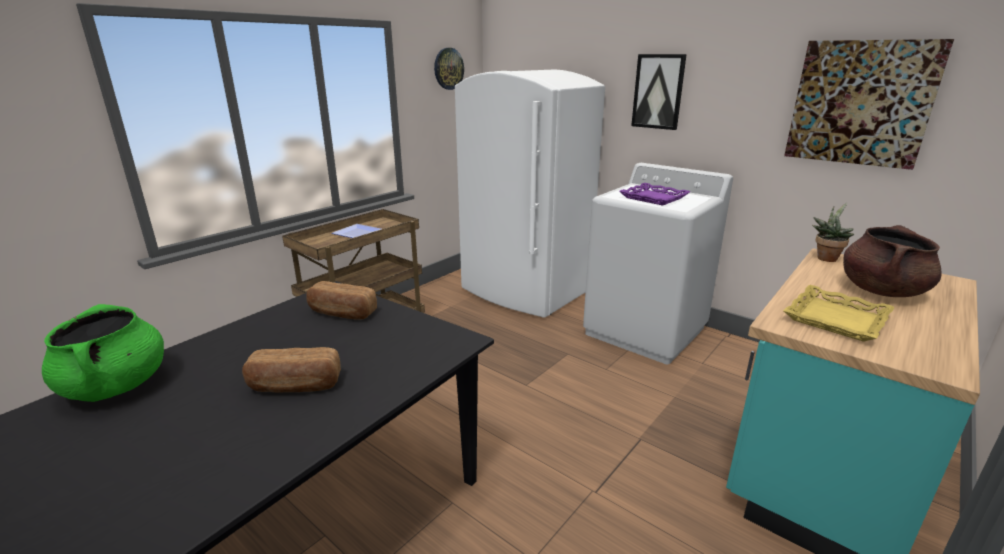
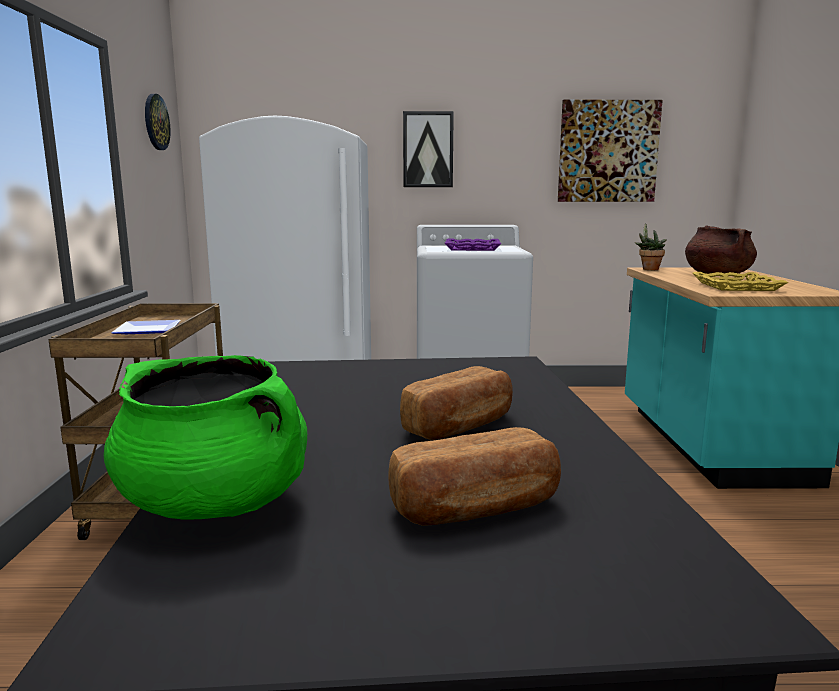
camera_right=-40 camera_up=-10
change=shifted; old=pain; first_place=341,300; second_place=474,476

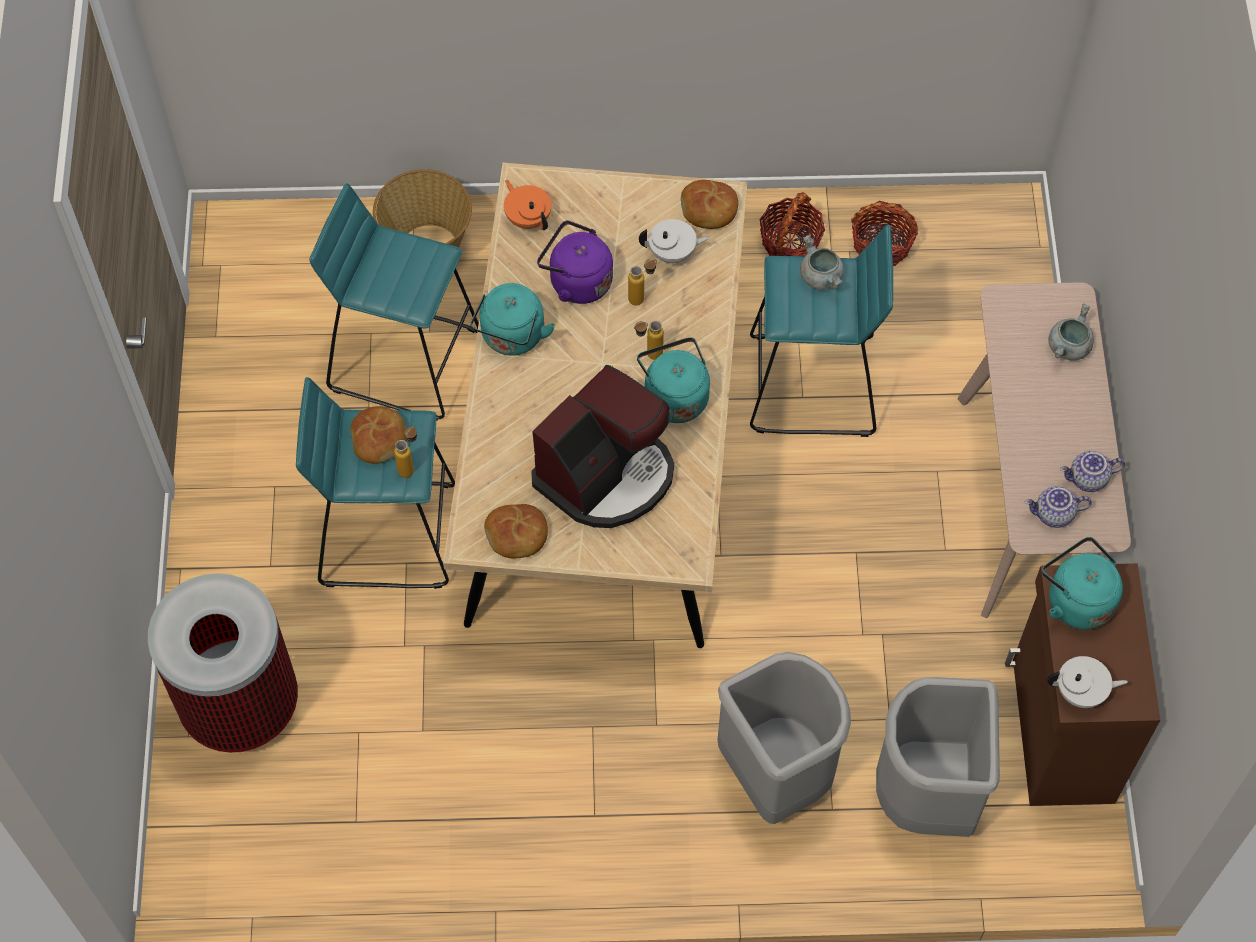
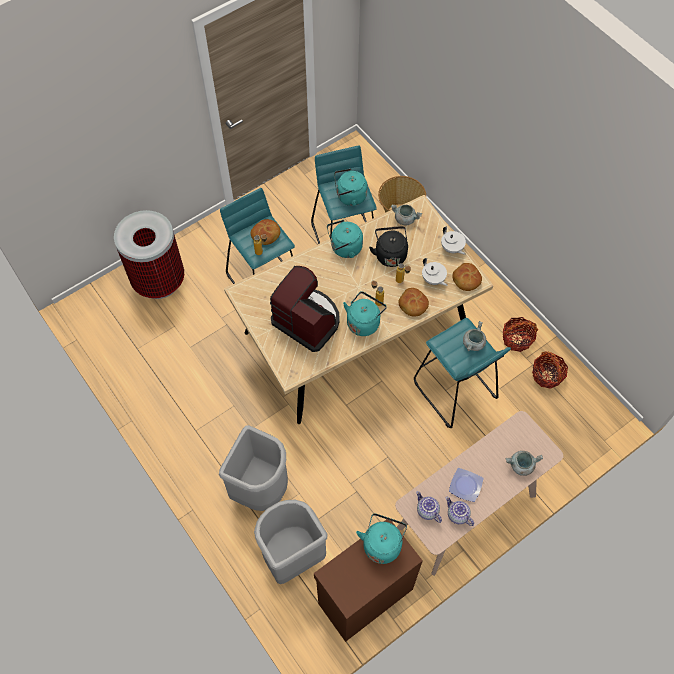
camera_right=55 camera_up=0
change=shifted; old=pain; first_place=516,531; second_place=413,302
change=swapped; old=théière [orange]; new=marmite [gris]; first_place=527,205; second_place=406,215
change=rotated; old=machine à café; first_place=602,446; second_place=305,309; degrees=-150
change=repainted; old=bouilloire [violet]; new=bouilloire [noir]; first_place=575,262; second_place=388,246
change=shifted; old=théière [blanc]; first_place=1087,682; second_place=453,241
change=new; new=bouilloire [turquoise]; second_place=351,187
change=new; new=assiette; second_place=466,485

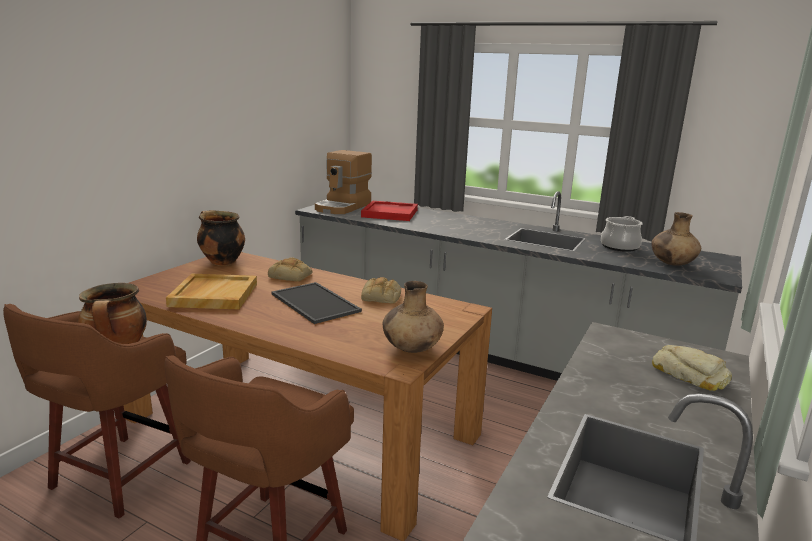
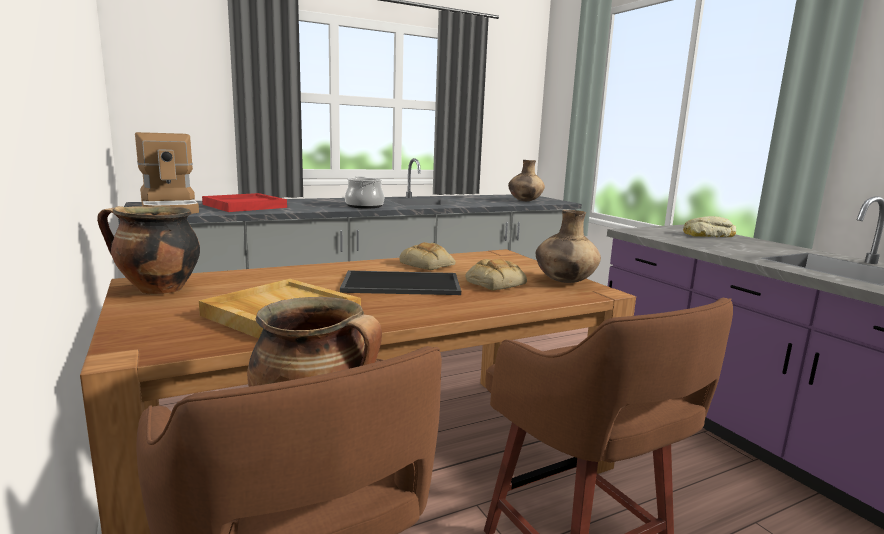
camera_right=-55 camera_up=-5
change=shifted; old=pain; first_place=290,269; second_place=496,275
change=shifted; old=marmite; first_place=622,234; second_place=364,192

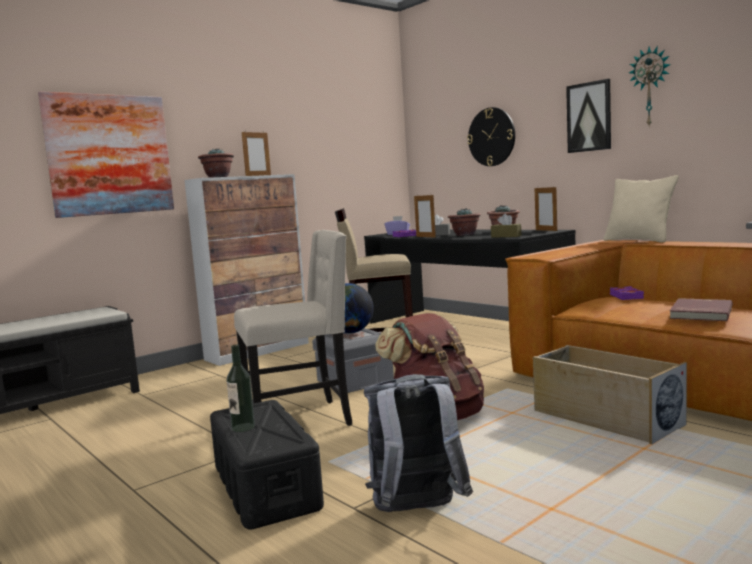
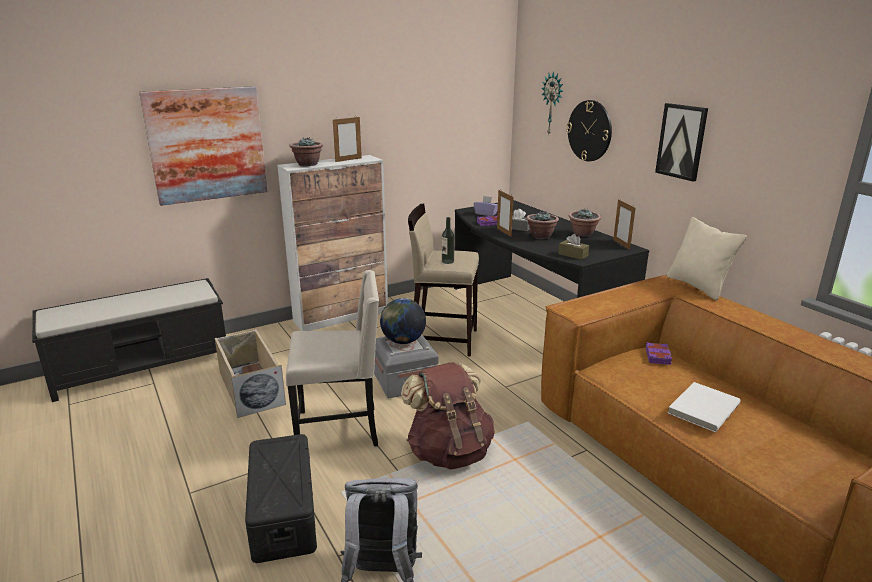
camera_right=10 camera_up=15
change=shifted; old=bouteille; first_place=241,388; second_place=448,240
change=shifted; old=boîte de rangement [beige]; first_place=610,394; second_place=250,373
change=shifted; old=horloge murale; first_place=650,86; second_place=552,102
change=repainted; old=livre [rouge]; new=livre [blanc]; first_place=701,309; second_place=704,407

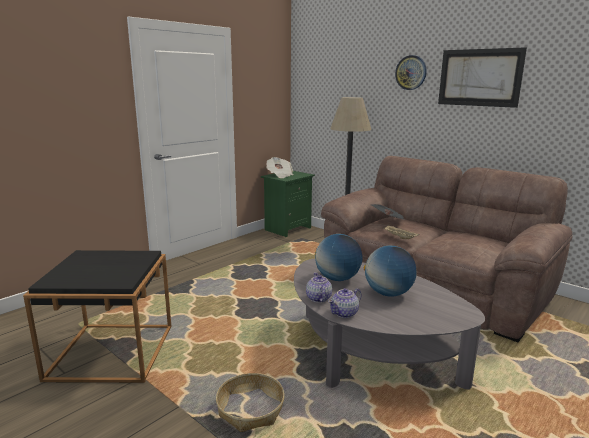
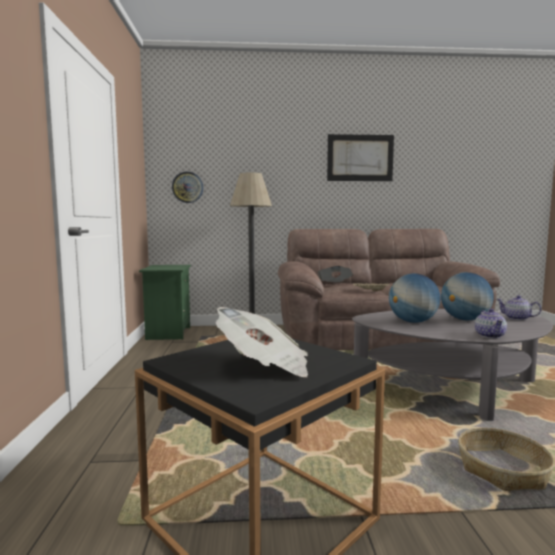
camera_right=-45 camera_up=-10
change=shifted; old=journal; first_place=279,167; second_place=262,342
change=shifted; old=théière; first_place=319,287; second_place=519,307
change=shifted; old=horloge murale; first_place=411,72; second_place=187,187

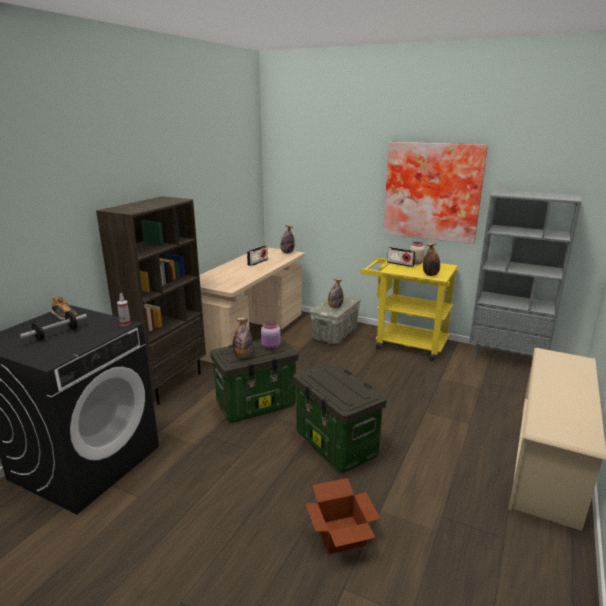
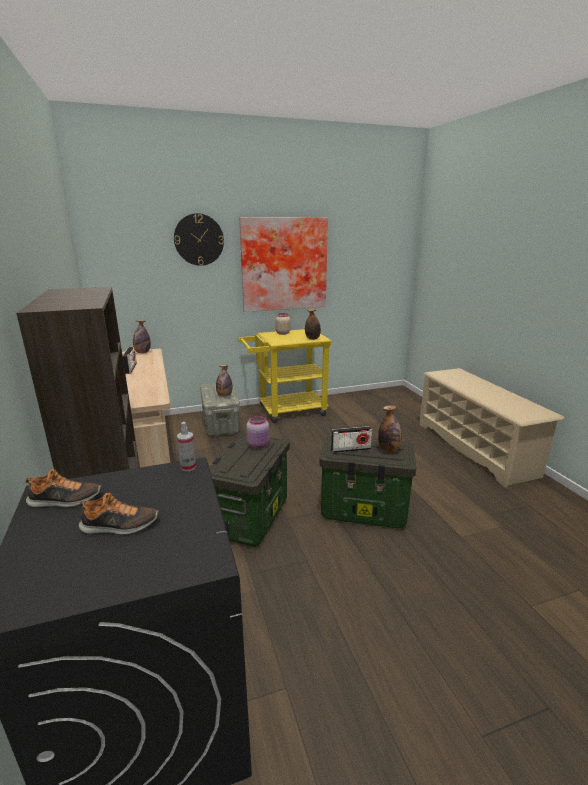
camera_right=-45 camera_up=0
change=swapped; old=haltère; new=chaussure; first_place=53,325; second_place=119,514
change=shifted; old=bouteille; first_place=243,337; second_place=390,428
change=gone; old=carton; first_place=342,516
change=shifted; old=radio; first_place=401,257; second_place=352,439
change=gone; old=bibliothèque [gris]; first_place=525,274
change=new; new=horloge murale; second_place=199,239

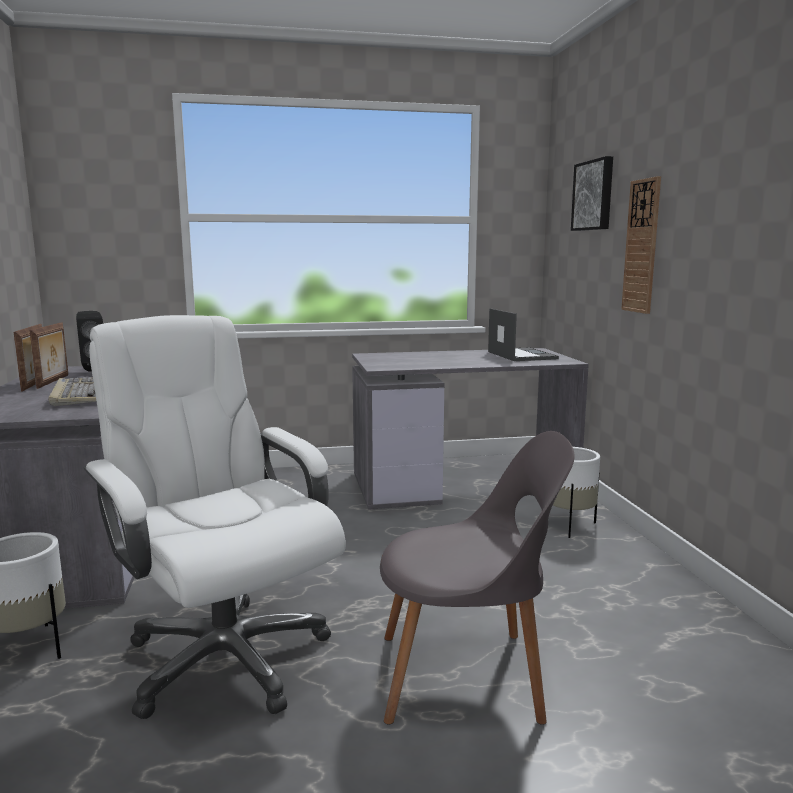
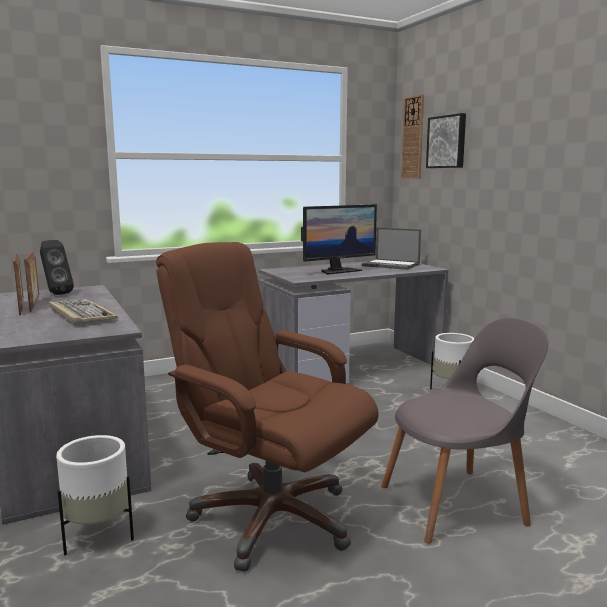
camera_right=-15 camera_up=0
change=repainted; old=chaise de bureau [blanc]; new=chaise de bureau [marron]; first_place=214,517; second_place=267,407
change=rotated; old=ordinateur portable; first_place=523,334; second_place=391,249; degrees=150
change=shifted; old=horloge murale; first_place=641,245; second_place=412,136
change=new; new=écran d'ordinateur; second_place=339,239

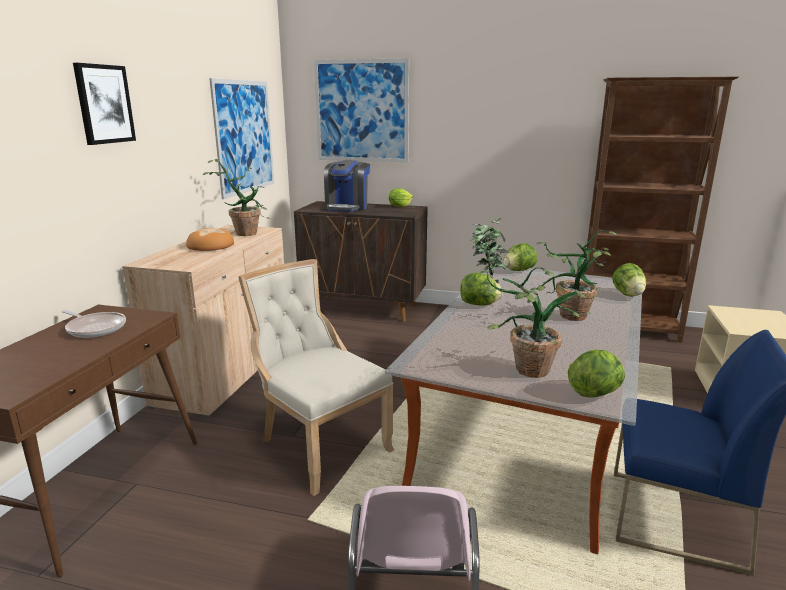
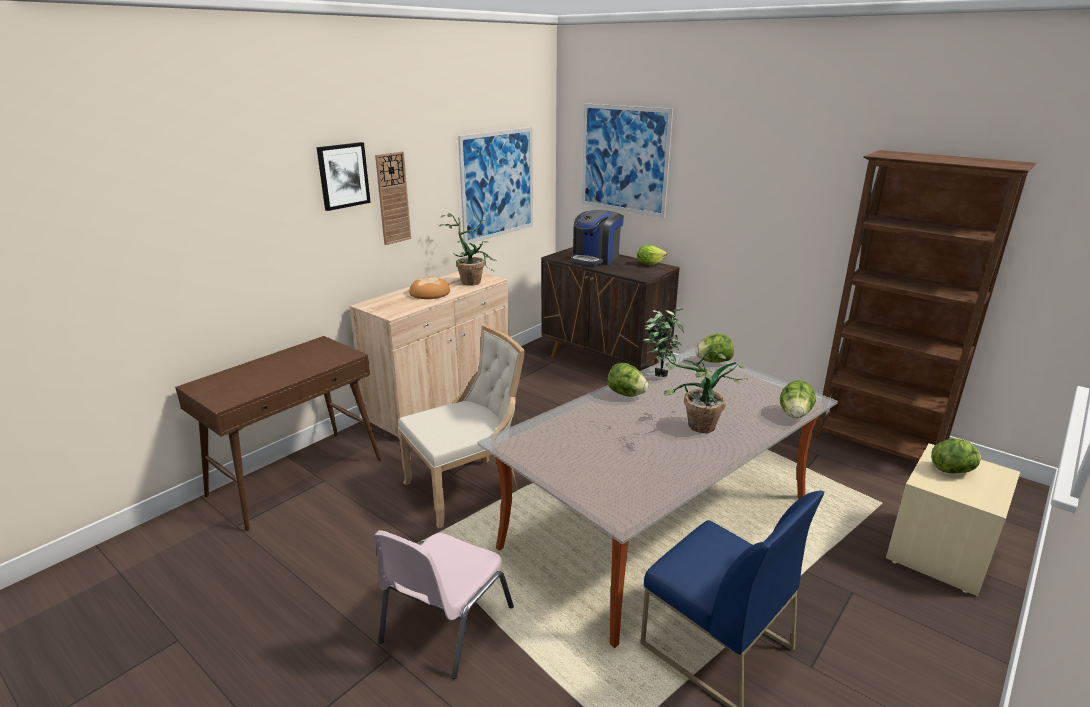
camera_right=25 camera_up=5
change=gone; old=poêle; first_place=93,324
change=rotated; old=chaise [beige]; first_place=316,377; second_place=461,426; degrees=75
change=gone; old=plante en pot; first_place=535,322
change=shifted; old=laitue; first_place=596,373; second_place=956,456
change=new; new=horloge murale; second_place=393,198

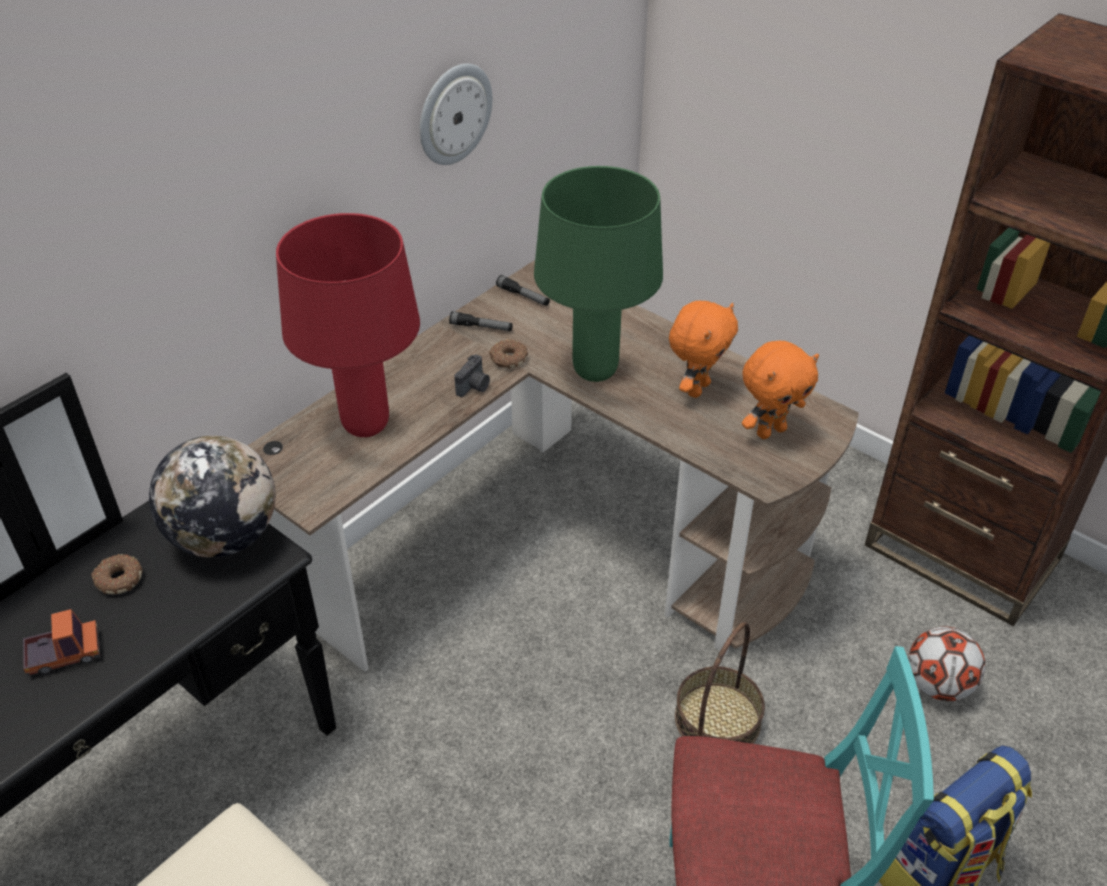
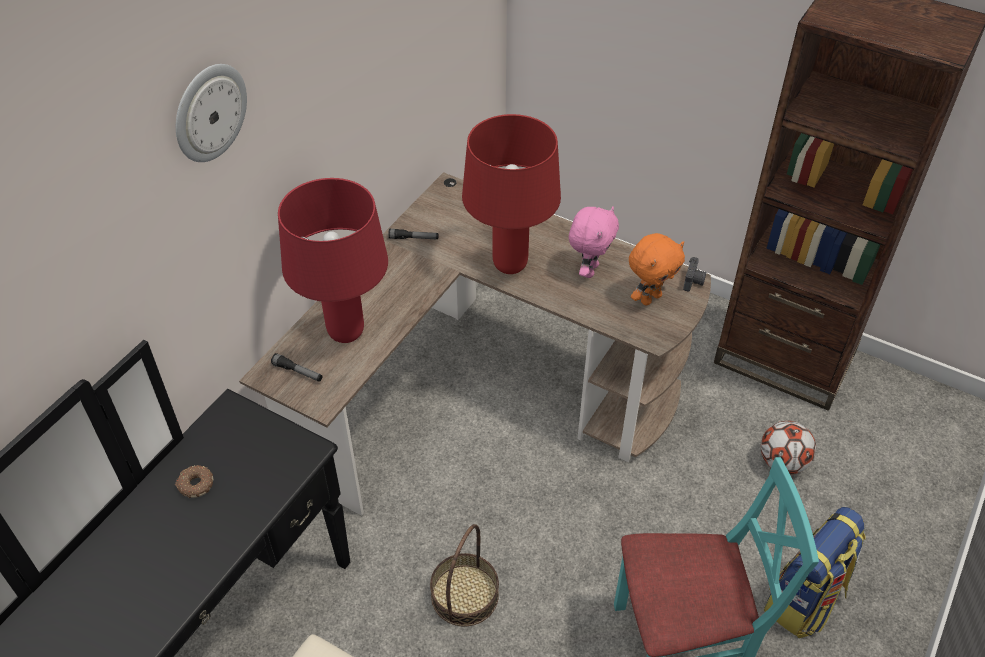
camera_right=-10 camera_up=5
change=gone; old=camion jouet; first_place=61,642
change=gone; old=globe; first_place=212,497
change=shifted; old=horloge murale; first_place=456,114; second_place=211,113
change=shifted; old=appareil photo; first_place=472,376; second_place=694,274
change=gone; old=beignet; first_place=508,354
change=shifted; old=lampe de poche; first_place=523,290; second_place=297,367
change=repainted; old=lampe de table [vert]; new=lampe de table [rouge]; first_place=598,274; second_place=511,194
change=repainted; old=peluche [orange]; new=peluche [rose]; first_place=703,349; second_place=594,242
change=shifted; old=panier; first_place=720,683; second_place=464,575

